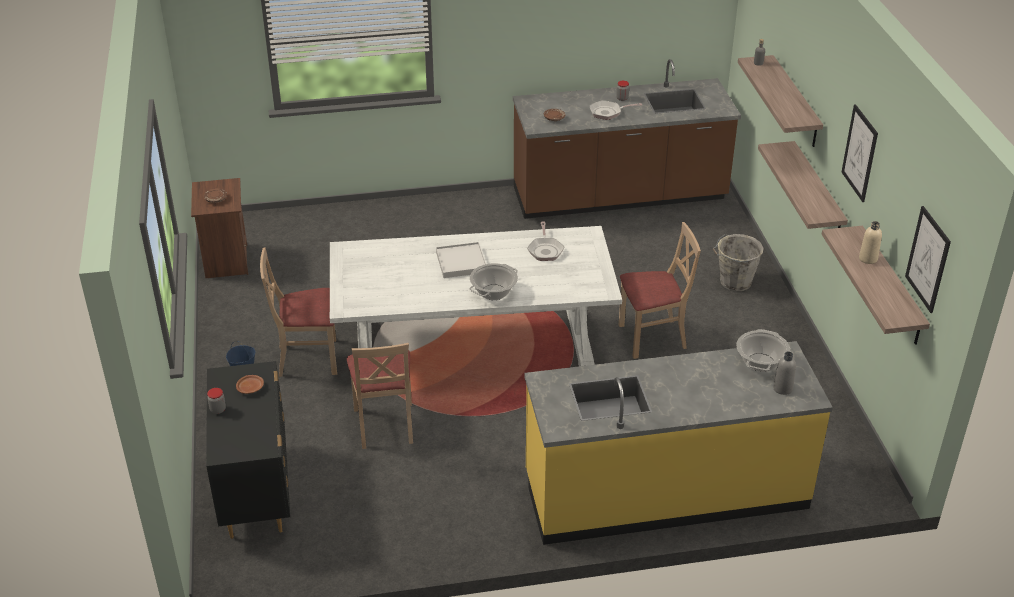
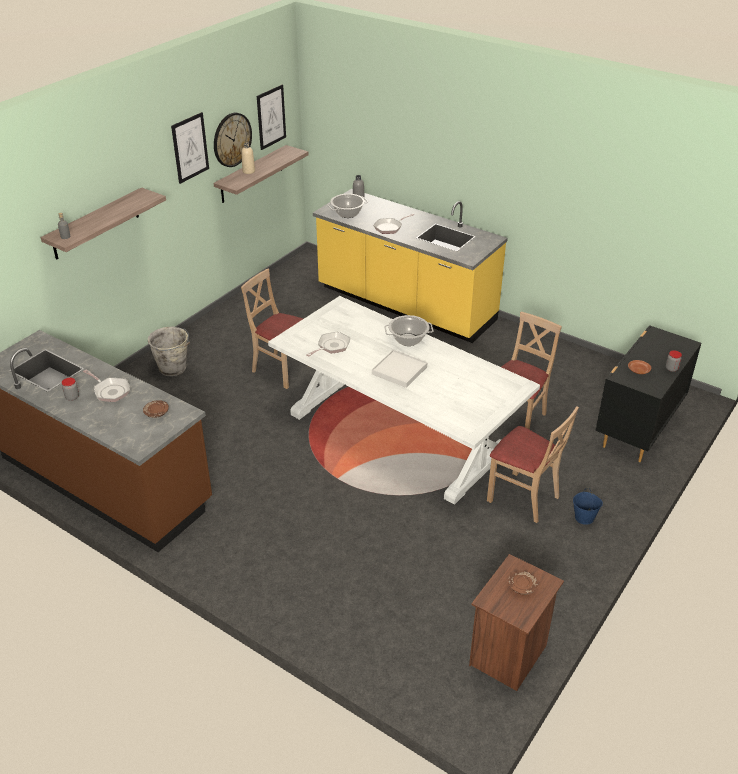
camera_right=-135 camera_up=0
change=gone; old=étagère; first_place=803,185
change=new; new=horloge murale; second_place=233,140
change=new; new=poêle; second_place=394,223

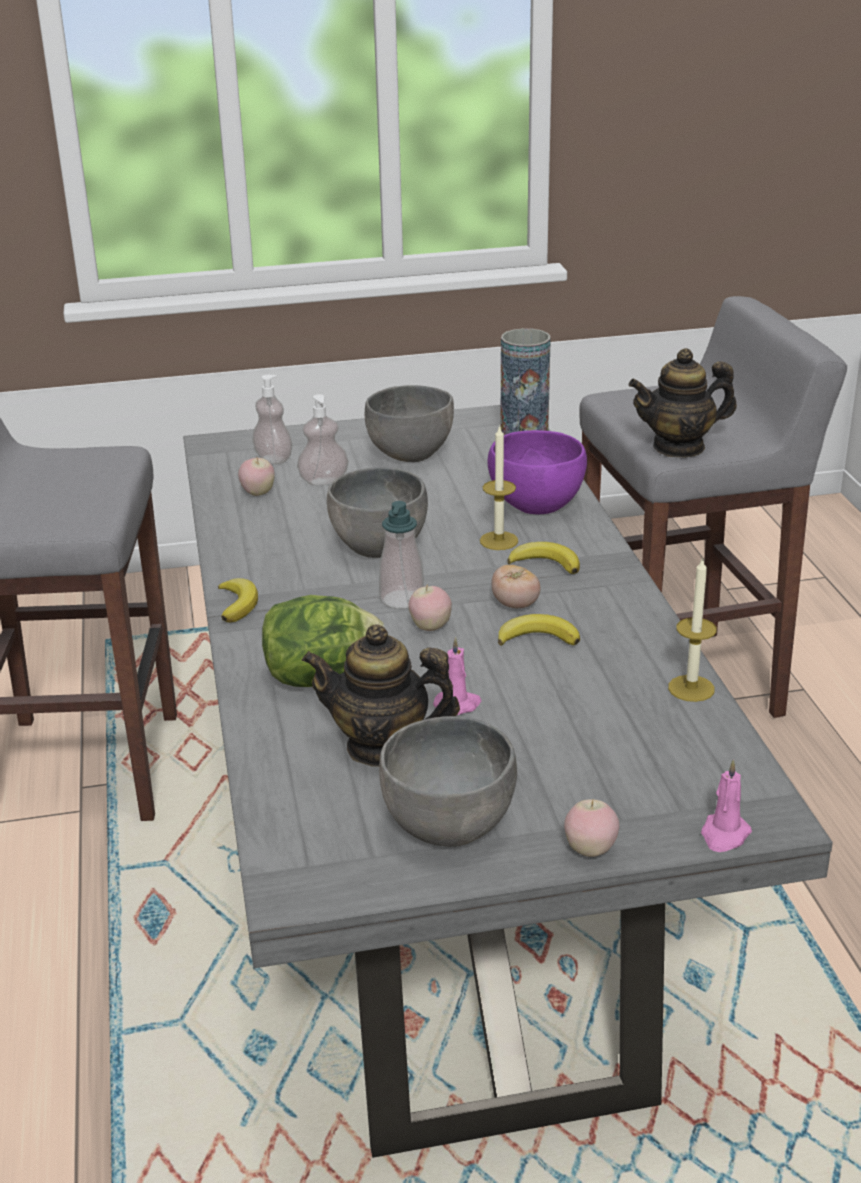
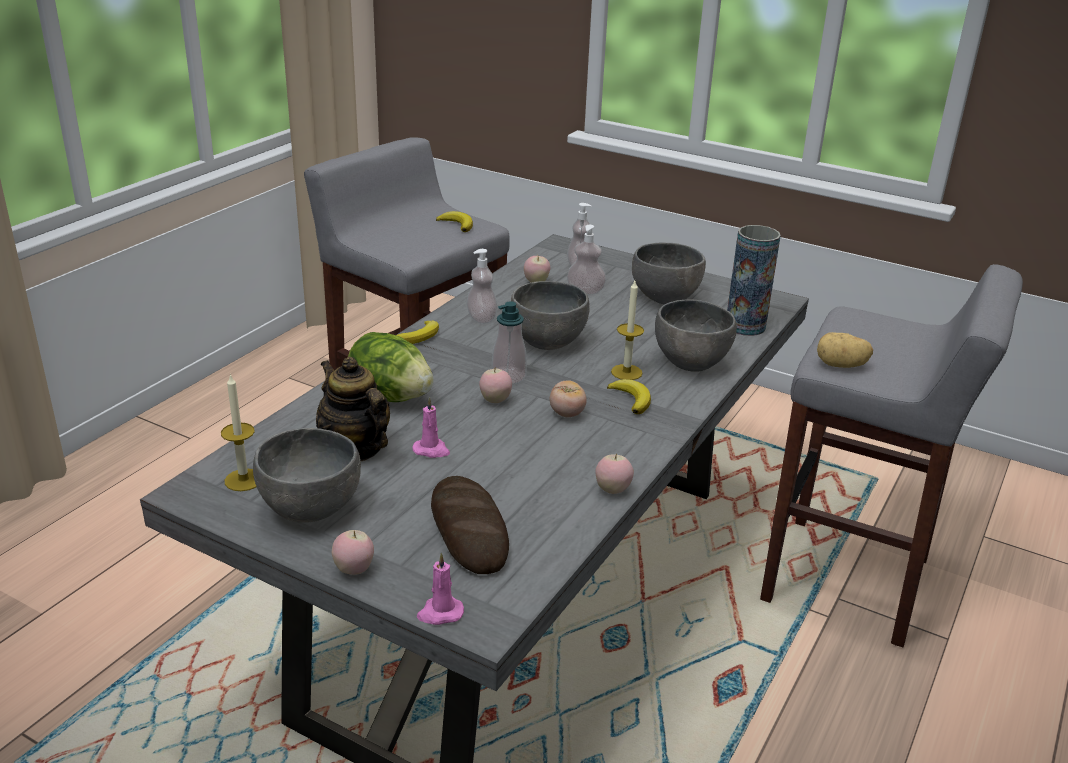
camera_right=40 camera_up=0
change=repainted; old=bol [violet]; new=bol [gris]; first_place=537,472; second_place=696,336
change=shifted; old=banane; first_place=539,630; second_place=454,221
change=swapped; old=théière; new=pomme de terre; first_place=683,403; second_place=845,350
change=shifted; old=bougie; first_place=692,629; second_place=238,432
change=new; new=pain; second_place=470,525
change=new; new=distributeur de savon; second_place=482,286
change=new; new=pomme; second_place=614,473

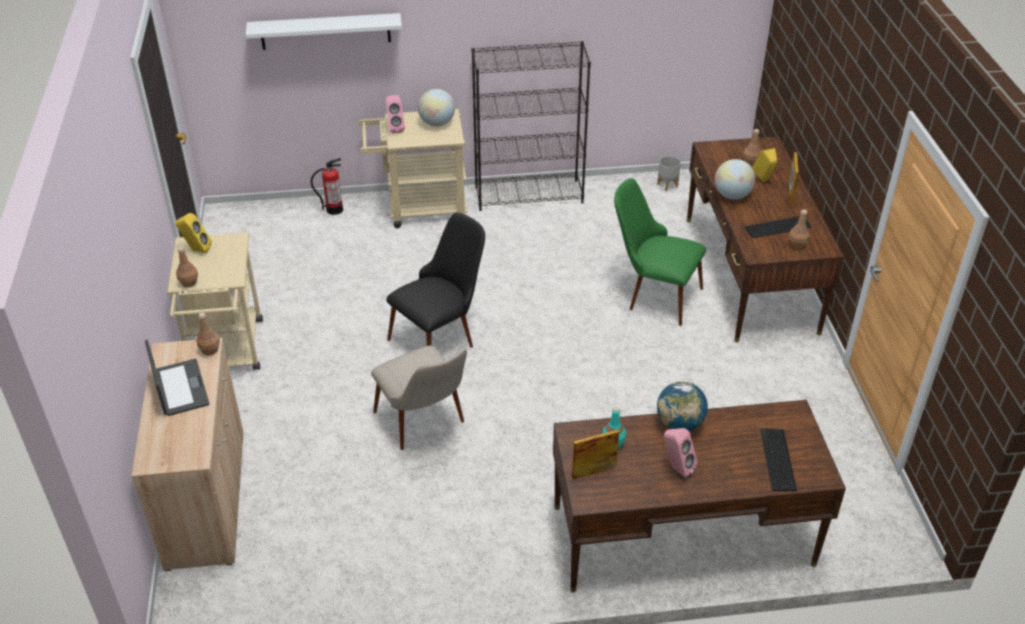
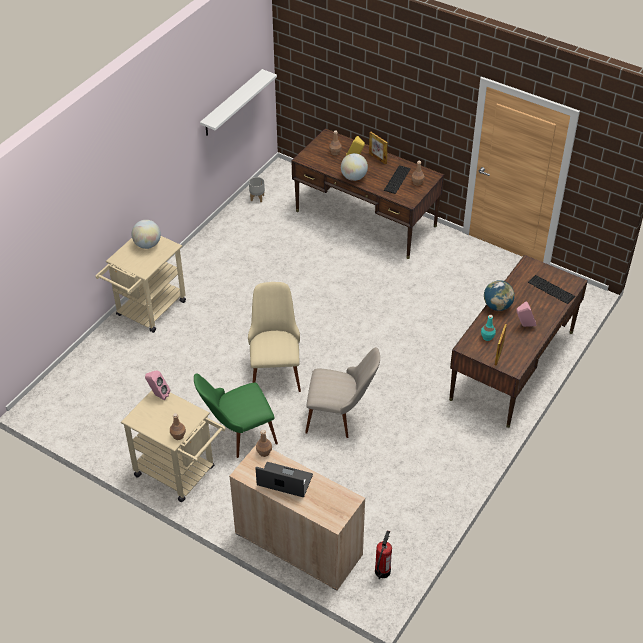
camera_right=-50 camera_up=5
change=gone; old=enceinte [jaune]; first_place=194,233
change=shifted; old=étagère [blanc]; first_place=324,31; second_place=238,102
change=shifted; old=extincteur; first_place=326,186; second_place=383,554
change=shifted; old=enceinte [rose]; first_place=395,114; second_place=157,385
change=repainted; old=chaise [noir]; new=chaise [beige]; first_place=435,280; second_place=274,337
change=gone; old=bibliothèque [noir]; first_place=531,126
change=shifted; old=chaise [vert]; first_place=660,252; second_place=236,415

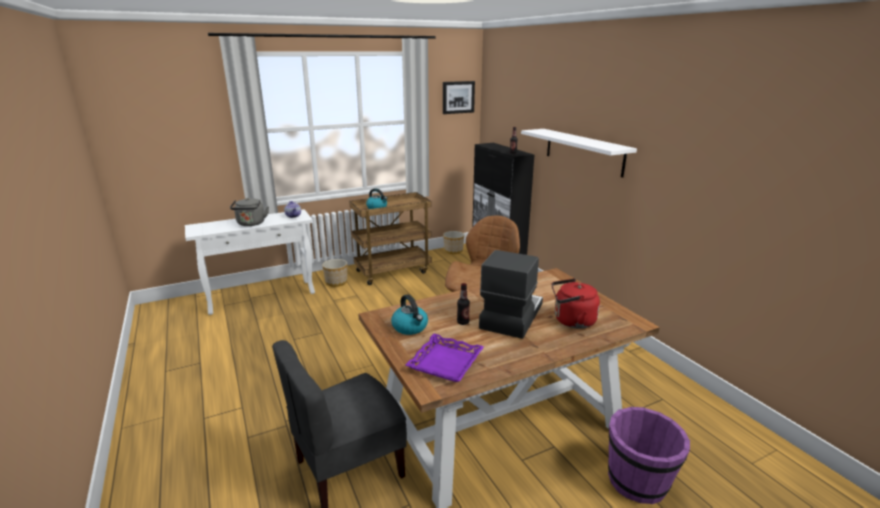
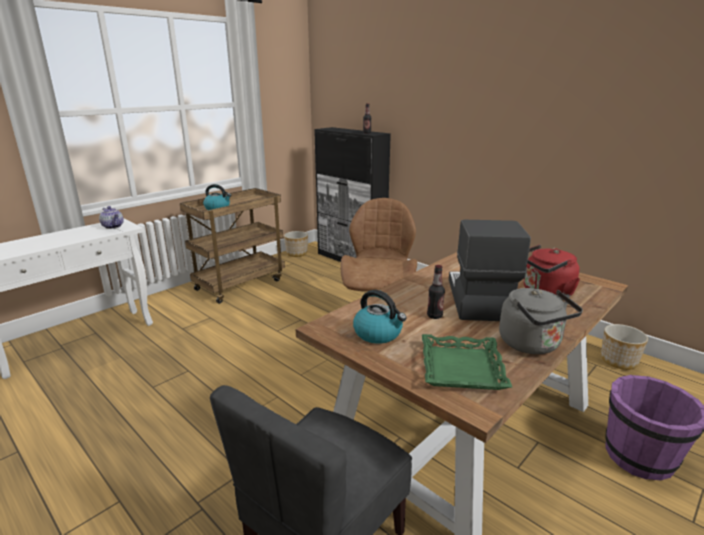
camera_right=-20 camera_up=0
change=shifted; old=bouilloire [gris]; first_place=249,212; second_place=541,321
change=shifted; old=cache-pot; first_place=334,273; second_place=624,347
change=repainted; old=plateau [violet]; new=plateau [vert]; first_place=444,358; second_place=467,362
change=gone; old=tableau; first_place=459,97
change=gone; old=étagère [blanc]; first_place=579,153

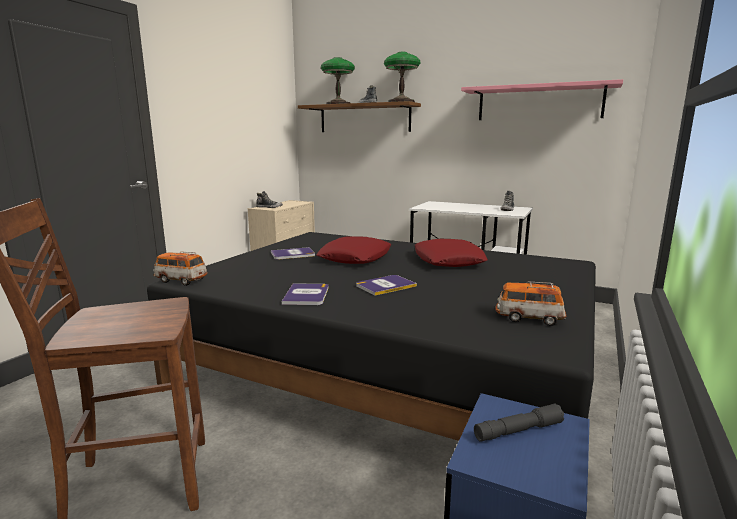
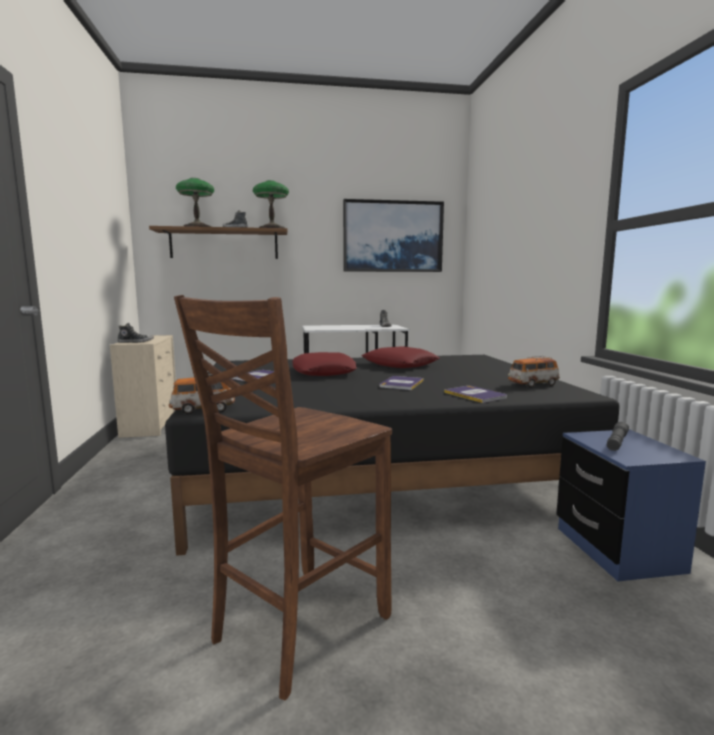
camera_right=-35 camera_up=-5
change=shifted; old=livre; first_place=305,294; second_place=475,394
change=swapped; old=étagère [rose]; new=tableau; first_place=542,99; second_place=393,235

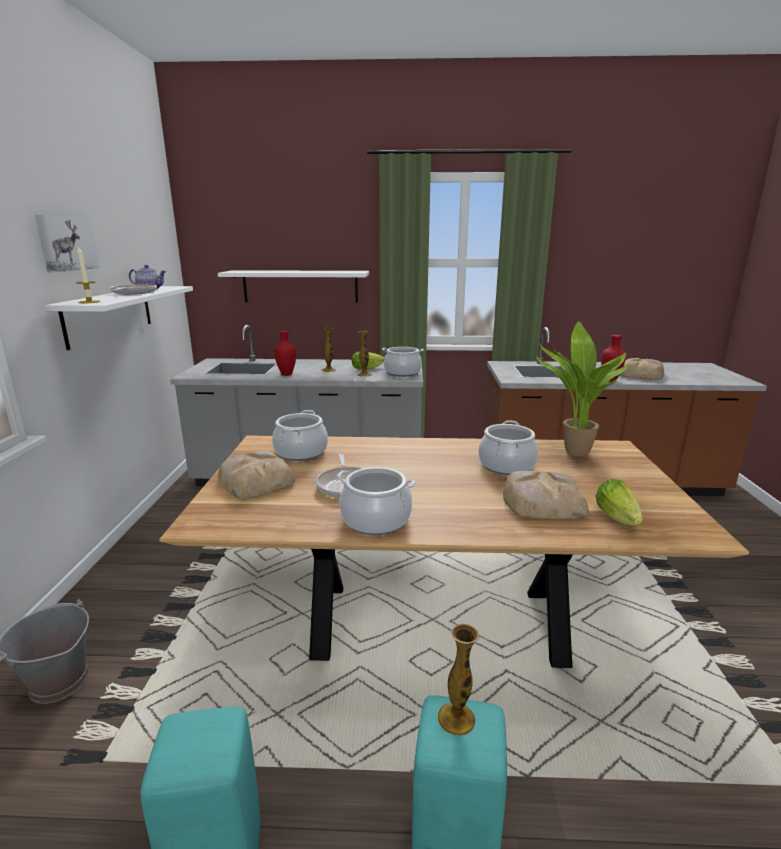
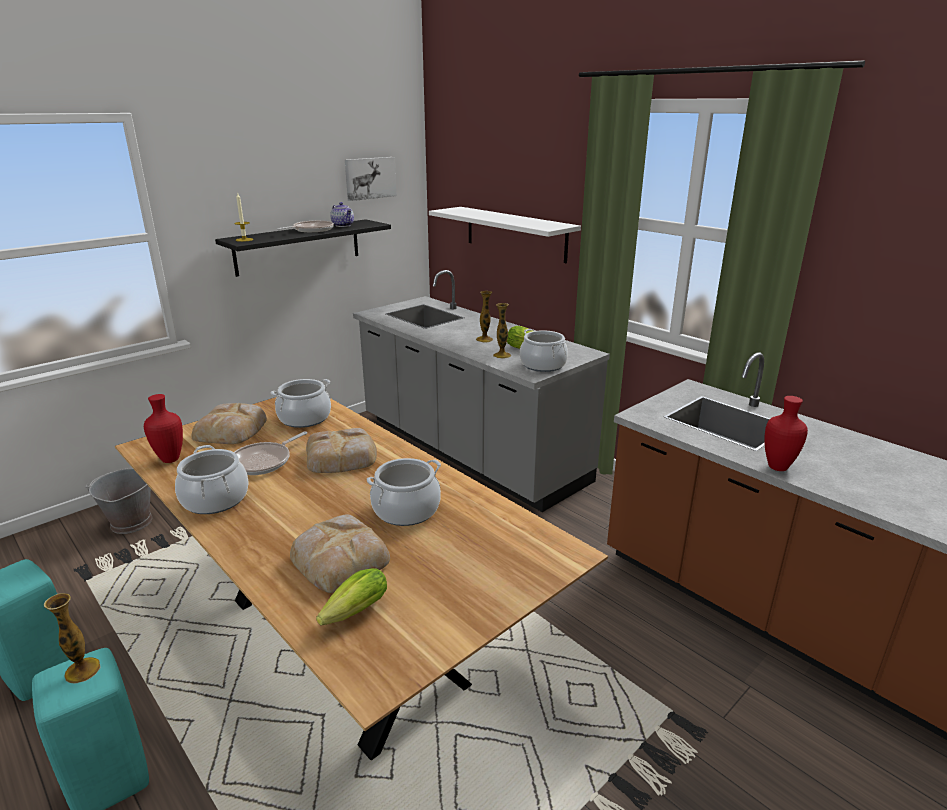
camera_right=45 camera_up=5
change=shifted; old=tableau; first_place=67,243; second_place=370,179
change=repainted; old=étagère [blanc]; new=étagère [noir]; first_place=119,318; second_place=303,248
change=shifted; old=vase [rouge]; first_place=285,353; second_place=163,428
change=gone; old=plante en pot; first_place=583,389
change=shifted; old=pain; first_place=642,369; second_place=341,450

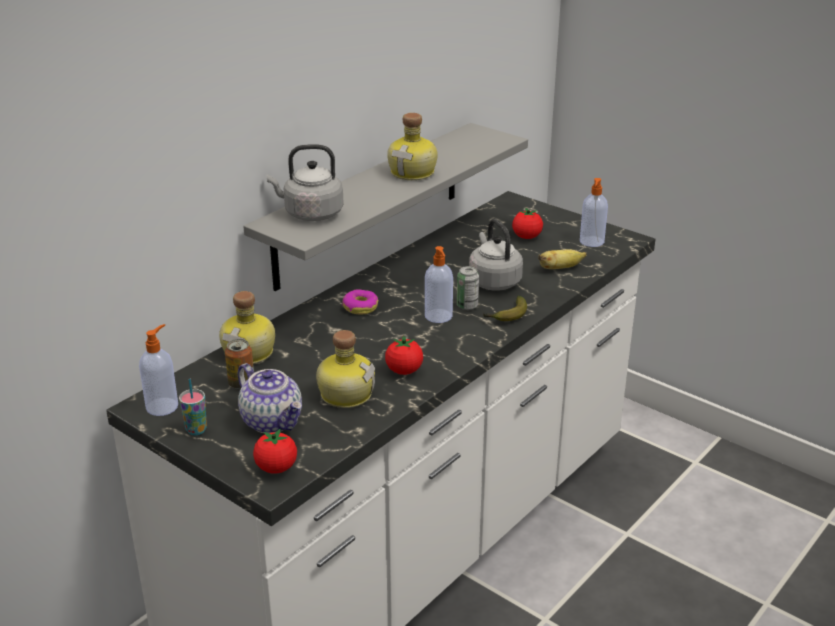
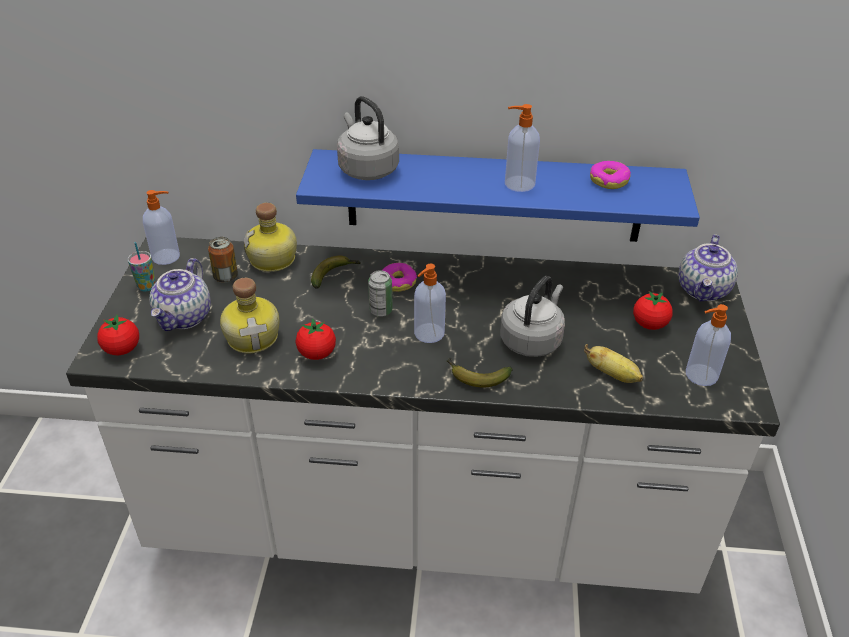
camera_right=55 camera_up=10
change=repainted; old=étagère [gris]; new=étagère [bleu]; first_place=385,207; second_place=498,195
change=swapped; old=bouteille; new=distributeur de savon; first_place=412,146; second_place=522,148
change=shifted; old=boîte métallique; first_place=468,288; second_place=380,293
change=new; new=banane; second_place=336,272
change=new; new=beignet; second_place=610,175
change=new; new=théière; second_place=708,267

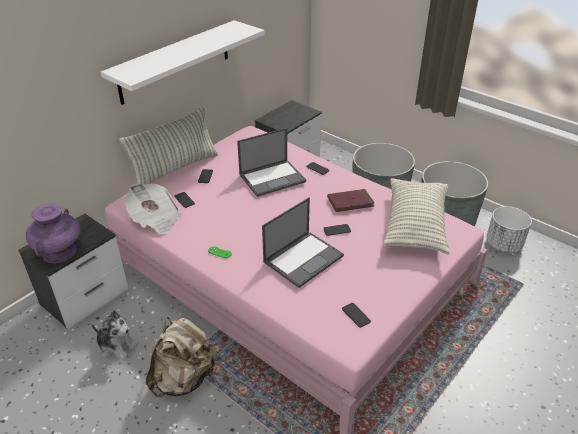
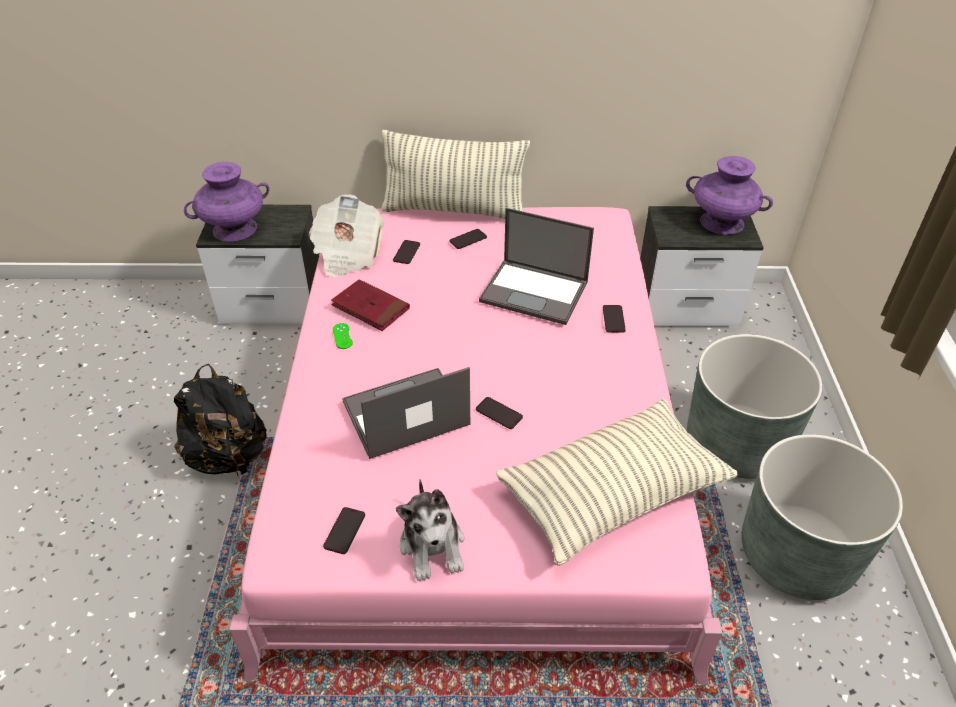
camera_right=50 camera_up=5
change=shifted; old=peluche; first_place=114,335; second_place=430,530
change=gone; old=étagère [blanc]; first_place=182,62
change=repainted; old=sac à dos [beige]; new=sac à dos [noir]; first_place=181,357; second_place=220,420
change=rotated; old=ordinateur portable; first_place=303,242; second_place=406,413; degrees=150
change=shifted; old=livre [rouge]; first_place=350,200; second_place=370,305
change=gone; old=cache-pot [blanc]; first_place=509,229
change=new; new=vase [violet]; second_place=729,195

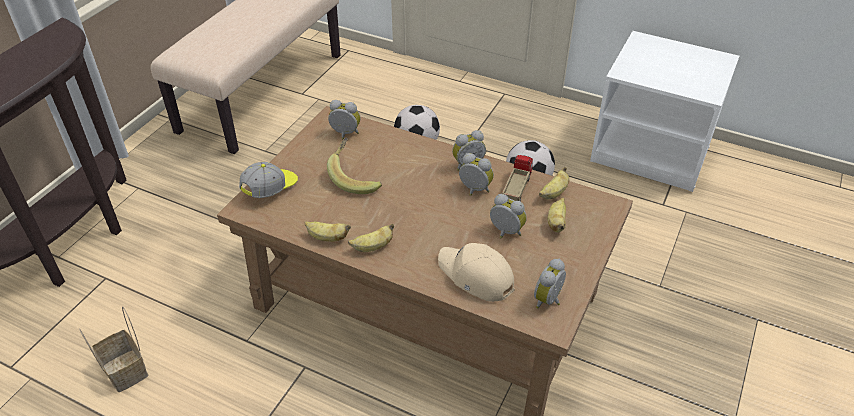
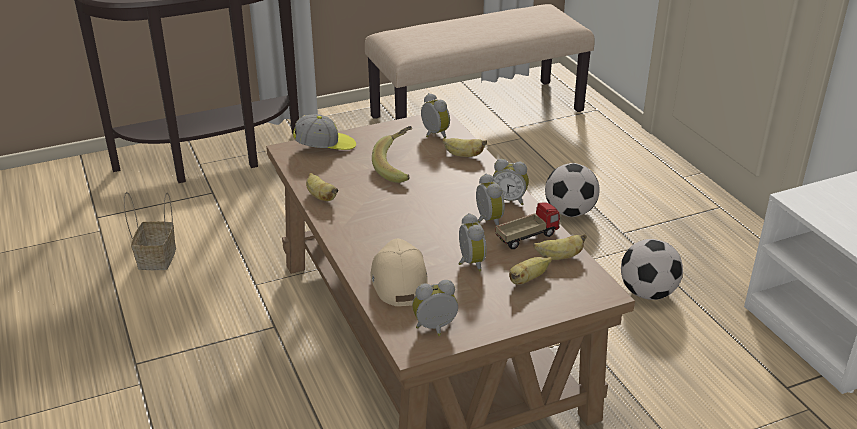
camera_right=40 camera_up=-10
change=shifted; old=banane; first_place=371,237; second_place=464,147

